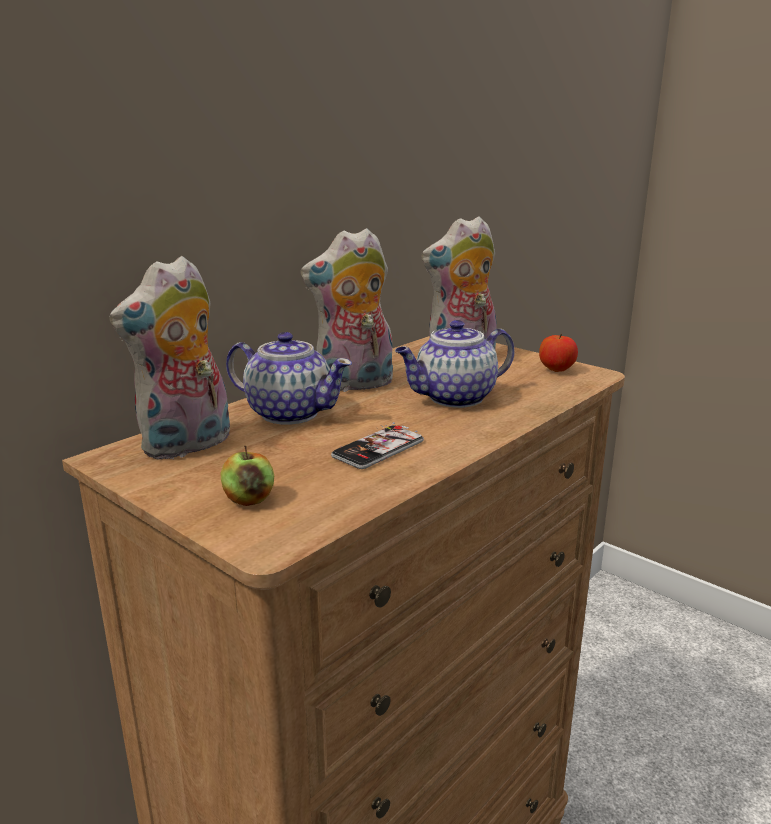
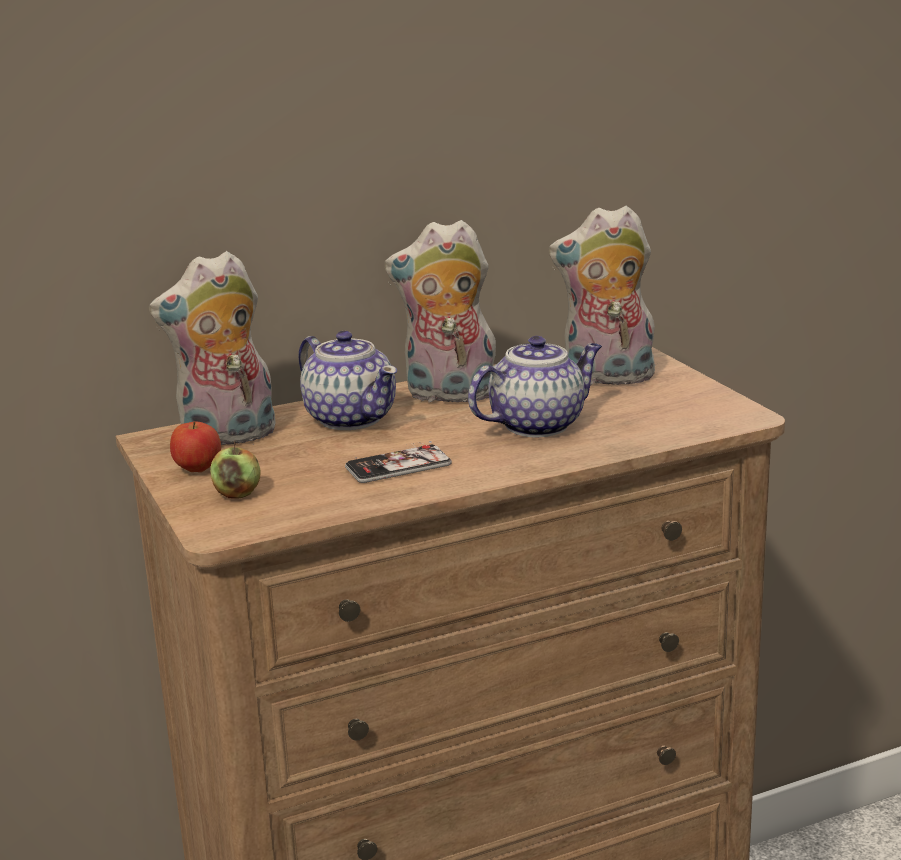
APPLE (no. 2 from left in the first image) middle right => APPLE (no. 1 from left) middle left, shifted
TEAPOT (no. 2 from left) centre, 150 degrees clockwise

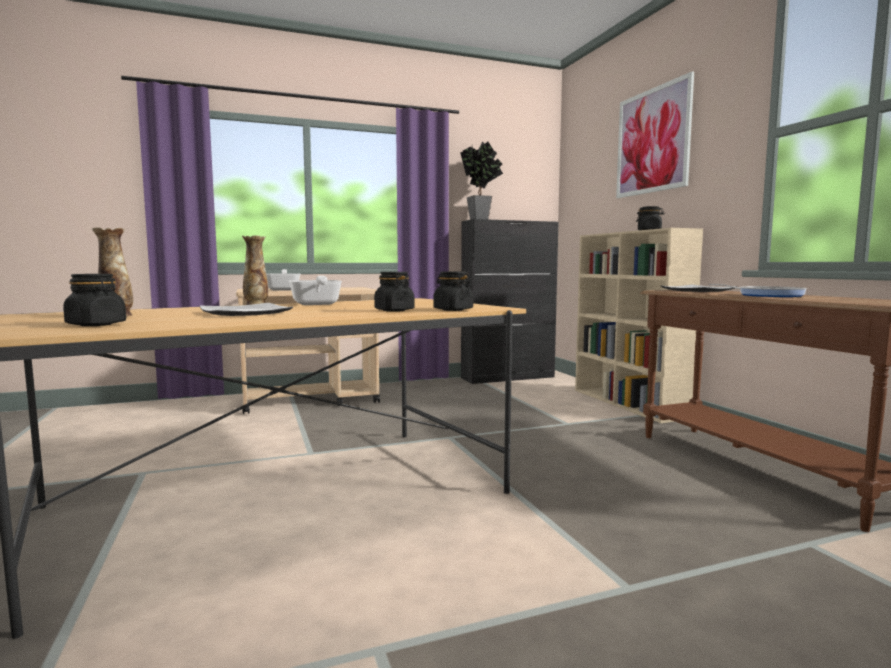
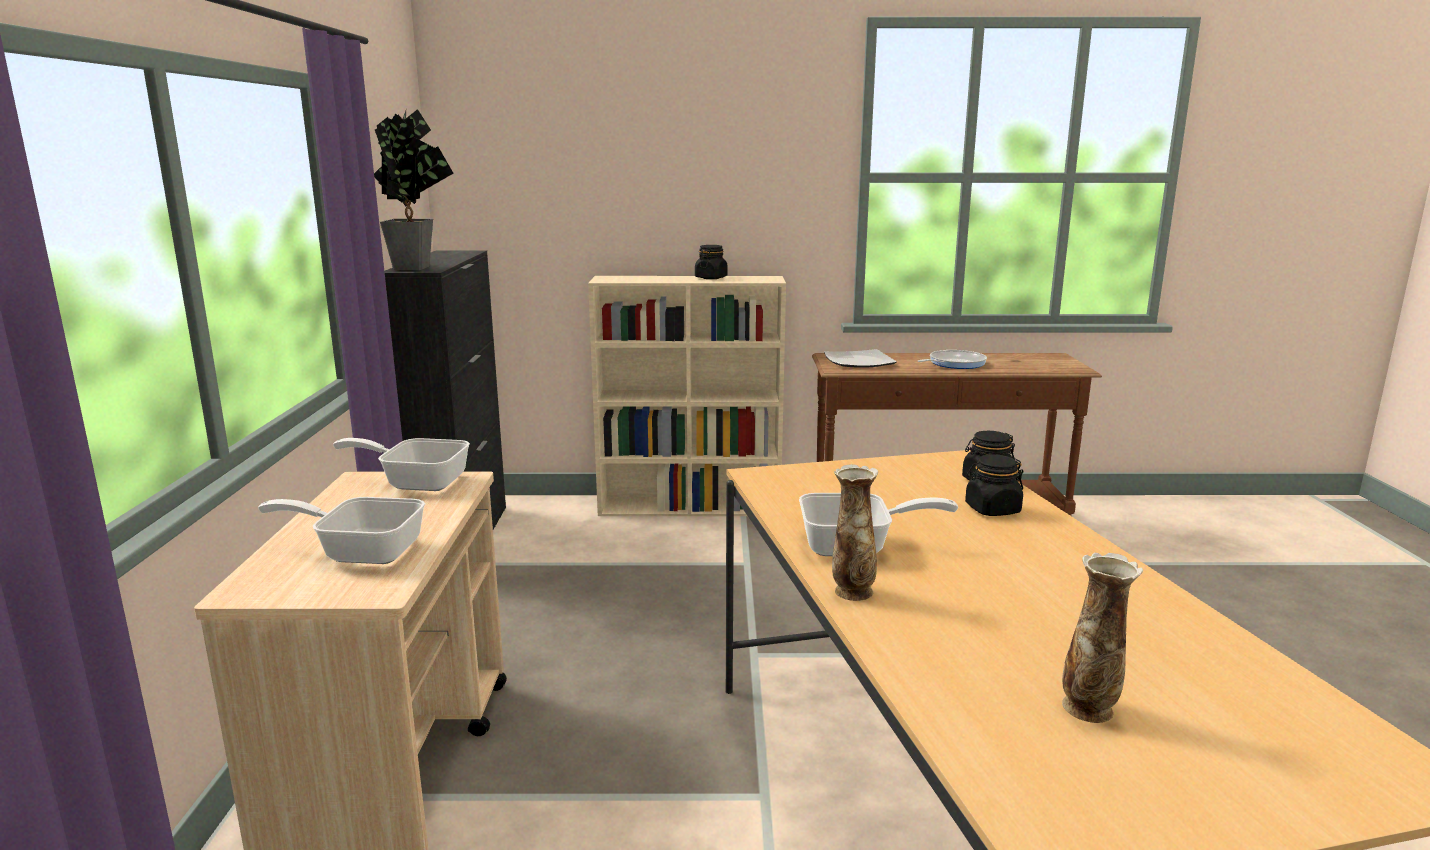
BLACK JAR (no. 1 from left) middle left => nothing
PLATE (no. 1 from left) middle left => nothing
PICTURE top right => nothing
nothing => FRYING PAN (no. 2 from left) middle left

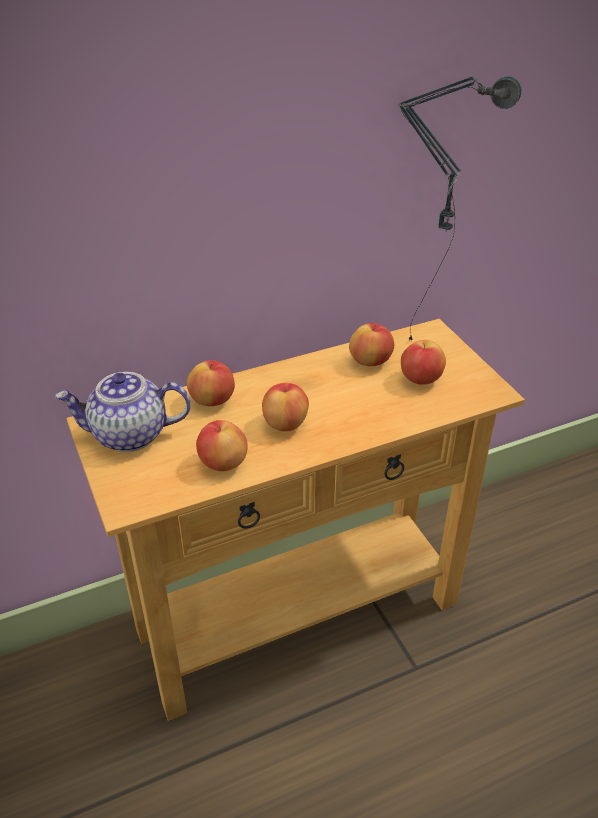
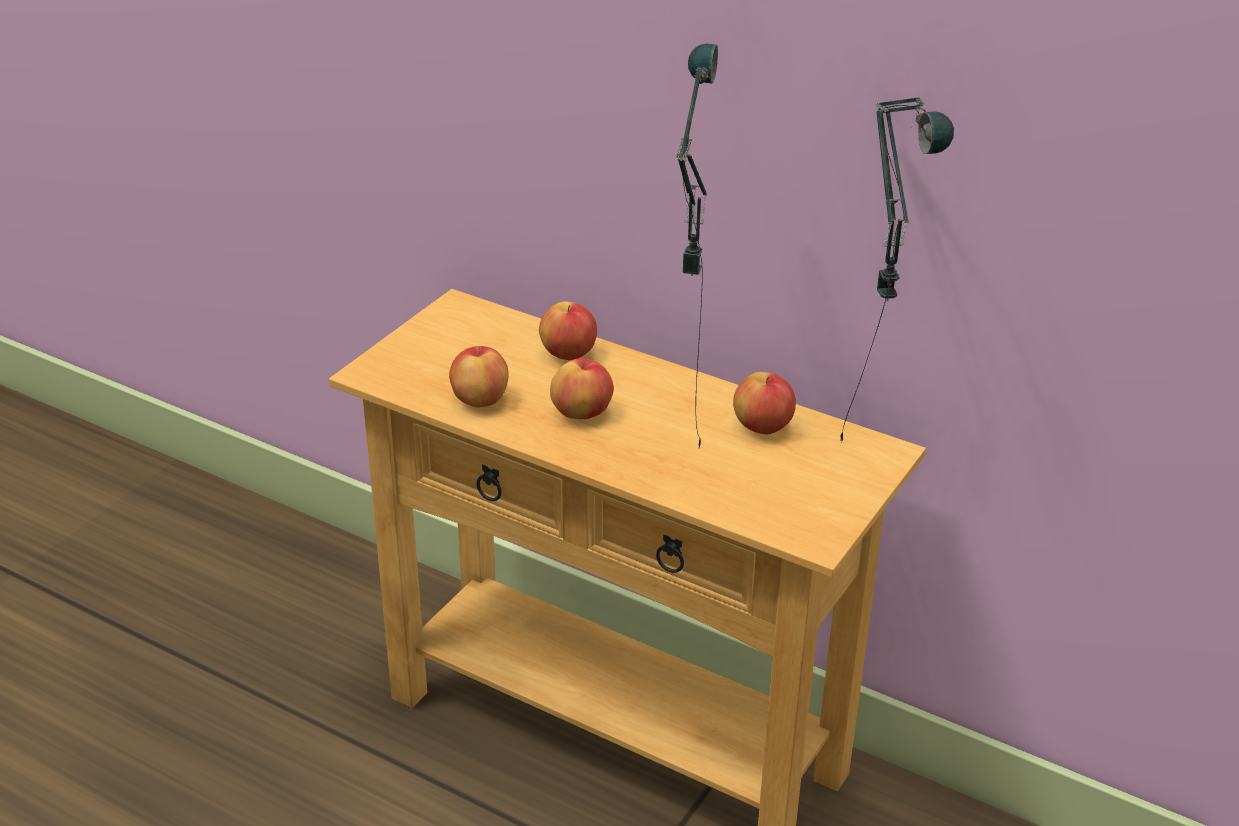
TEAPOT middle left => nothing
APPLE (no. 5 from left) middle right => nothing
nothing => TABLE LAMP (no. 1 from left) top centre

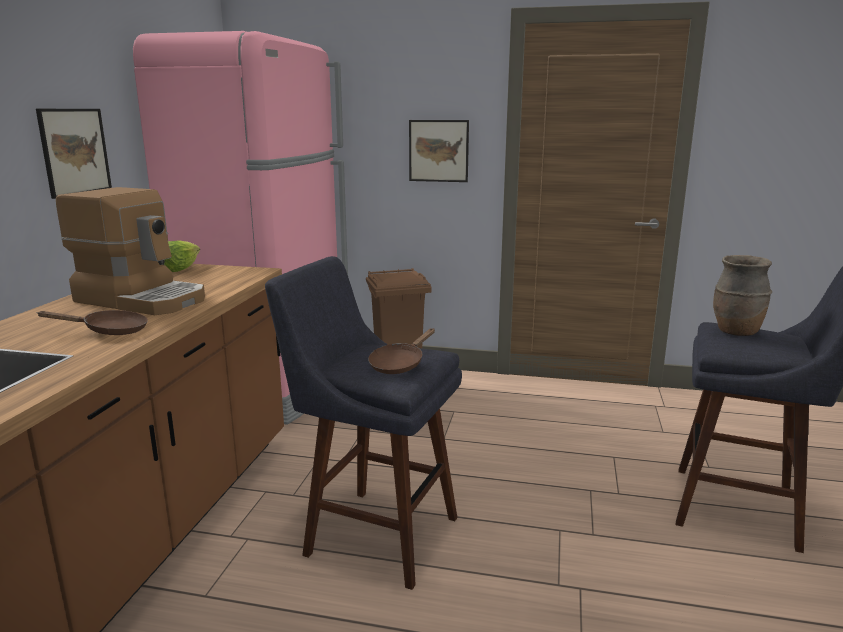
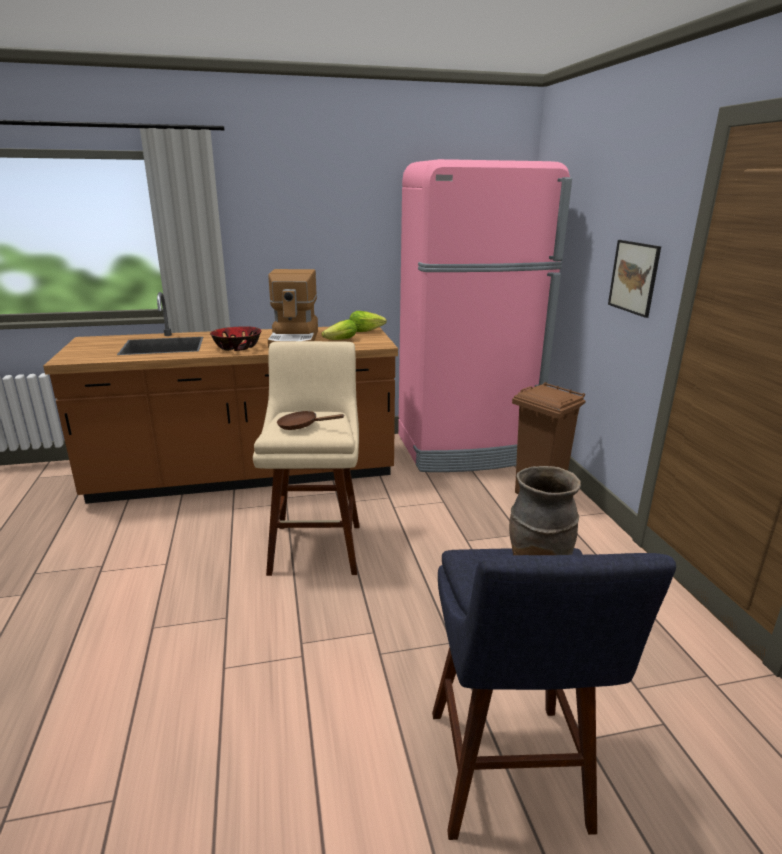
PICTURE (no. 1 from left) top left => nothing
nothing => LETTUCE (no. 1 from left) centre
BROWN FRYING PAN (no. 1 from left) middle left => BOWL middle left
BLUE STOOL (no. 1 from left) bottom centre => BEIGE STOOL centre

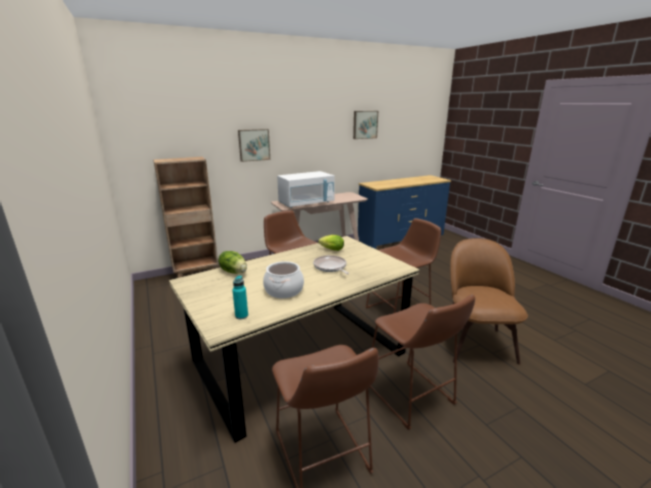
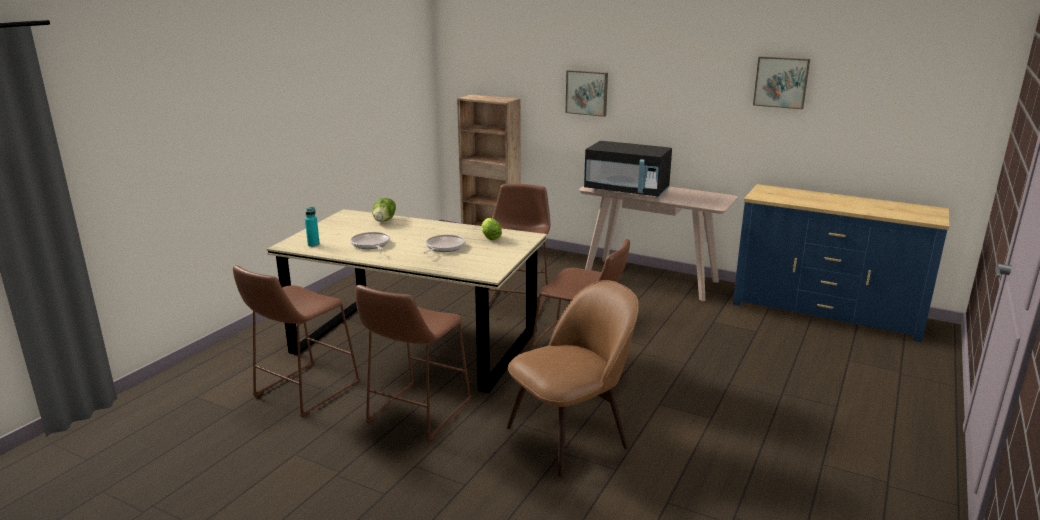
COOKING POT centre => FRYING PAN (no. 1 from left) centre
WHITE MICROWAVE centre => BLACK MICROWAVE top centre

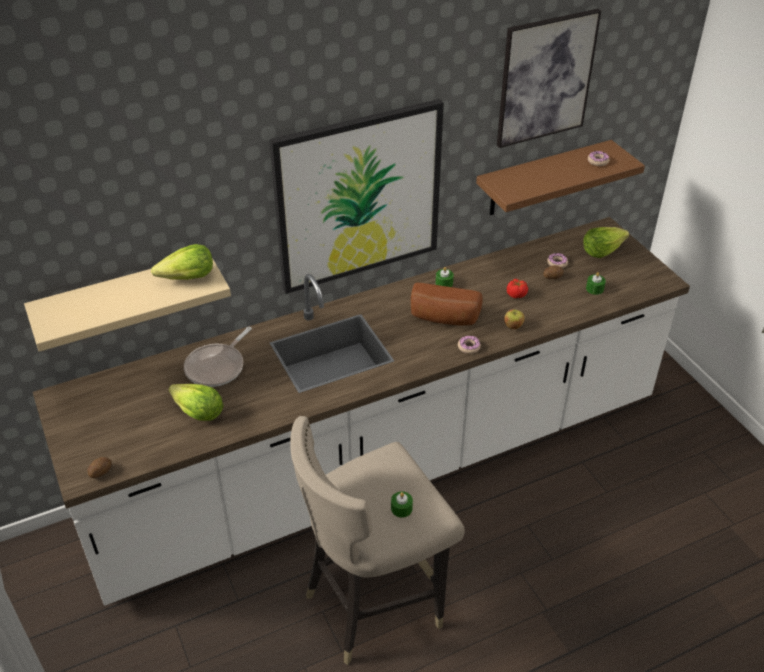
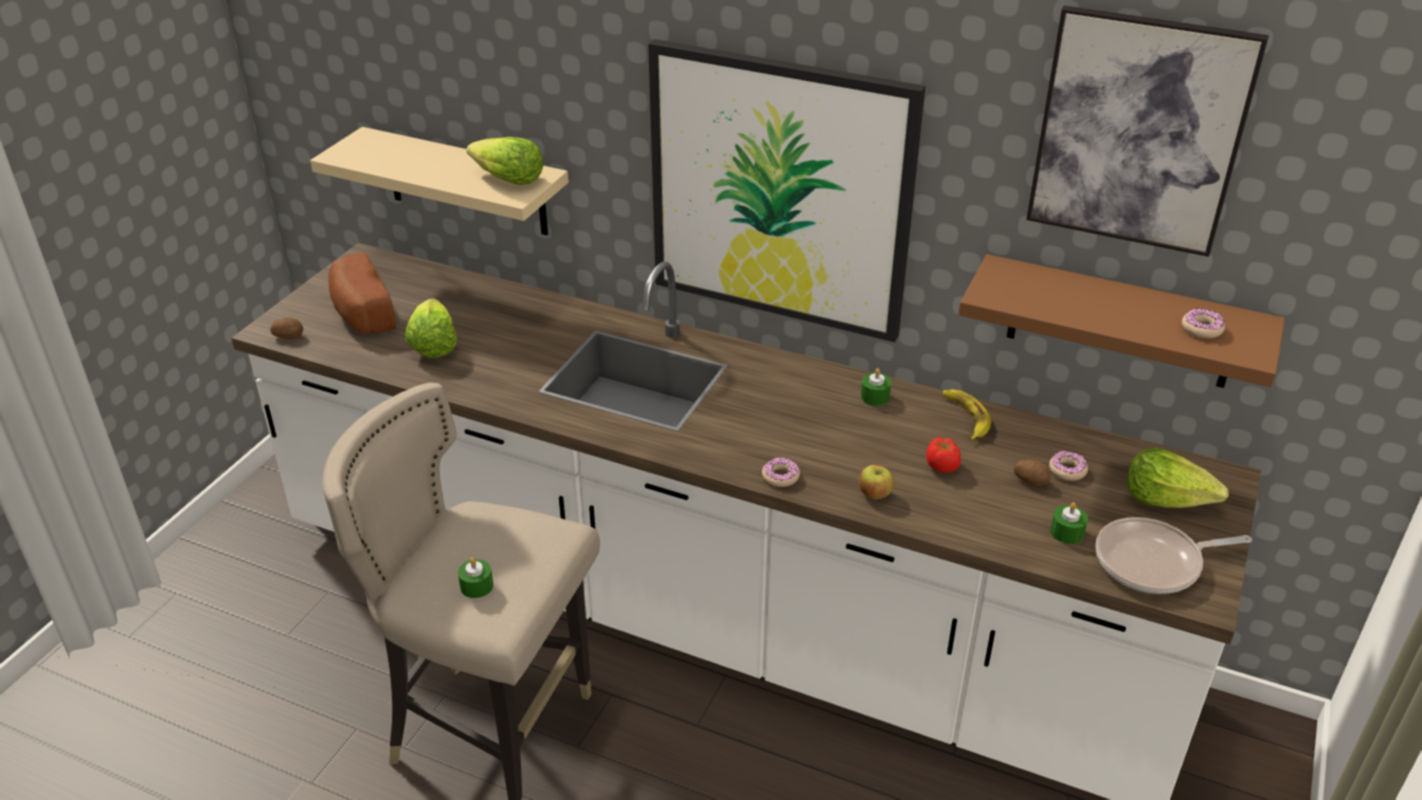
nothing => BANANA middle right
FRYING PAN middle left => FRYING PAN bottom right, shifted
BREAD centre => BREAD middle left, shifted

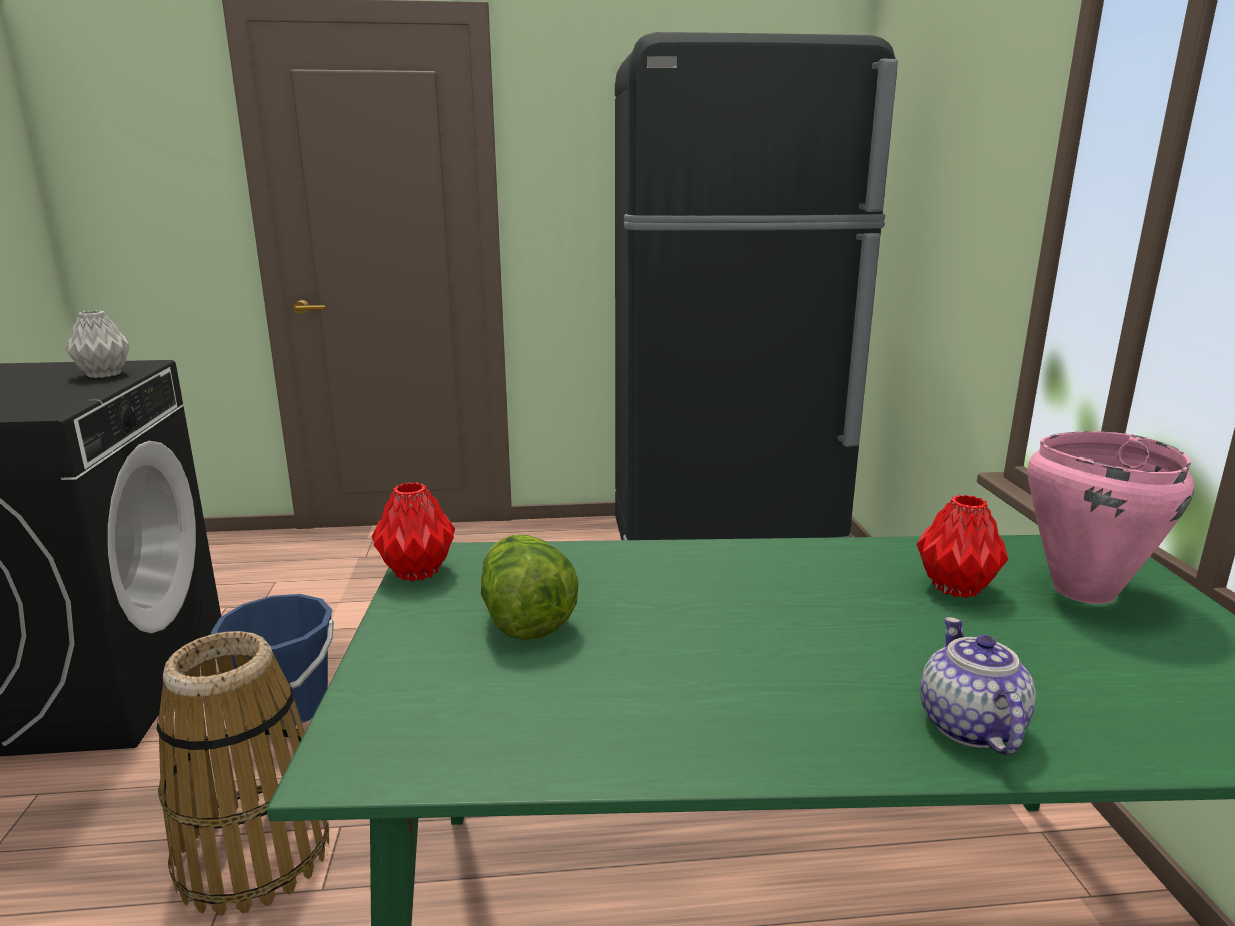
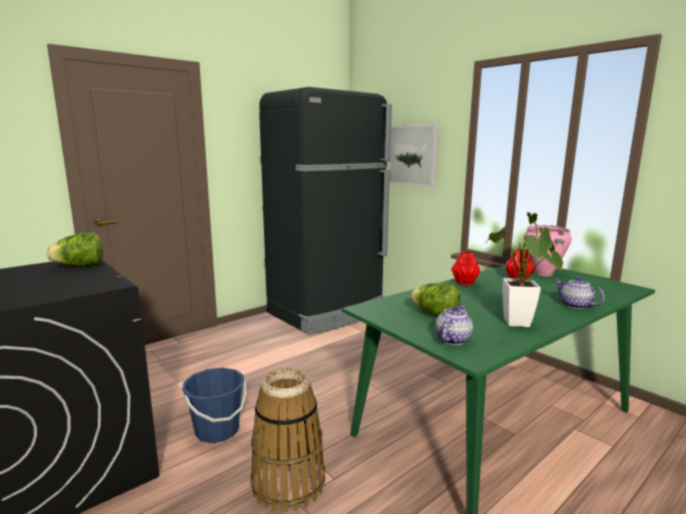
nothing => PICTURE top centre
nothing => TEAPOT (no. 1 from left) centre
nothing => POTTED PLANT middle right
RED VASE (no. 1 from left) centre => RED VASE (no. 1 from left) middle right, shifted
GREY VASE middle left => LETTUCE (no. 1 from left) middle left

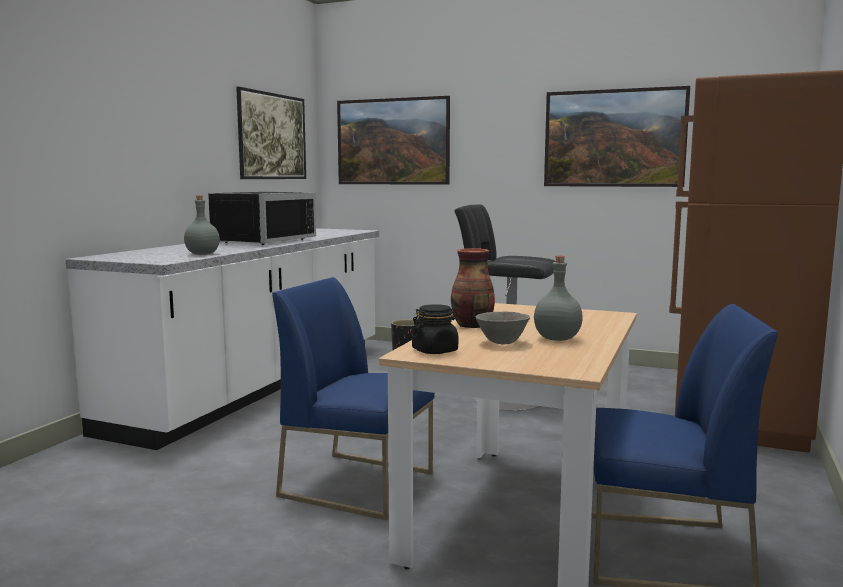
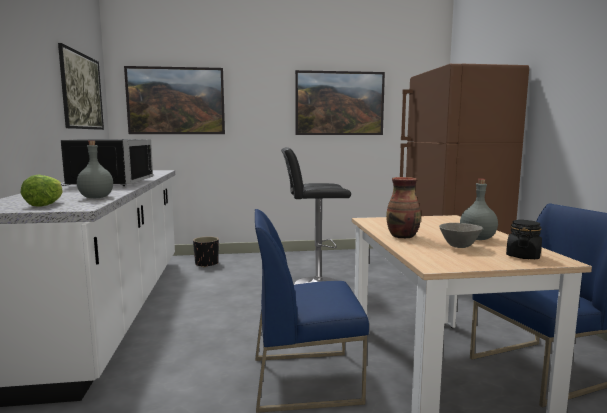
nothing => LETTUCE middle left
BLACK JAR centre => BLACK JAR middle right, shifted

